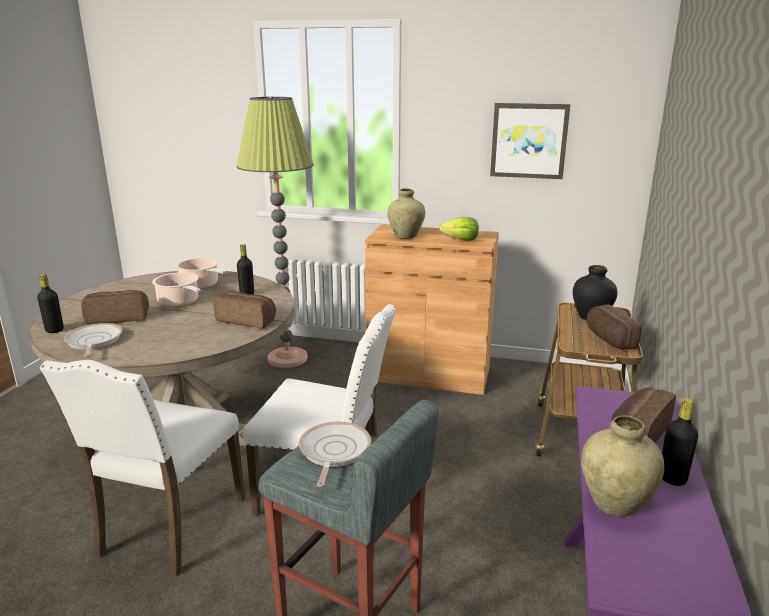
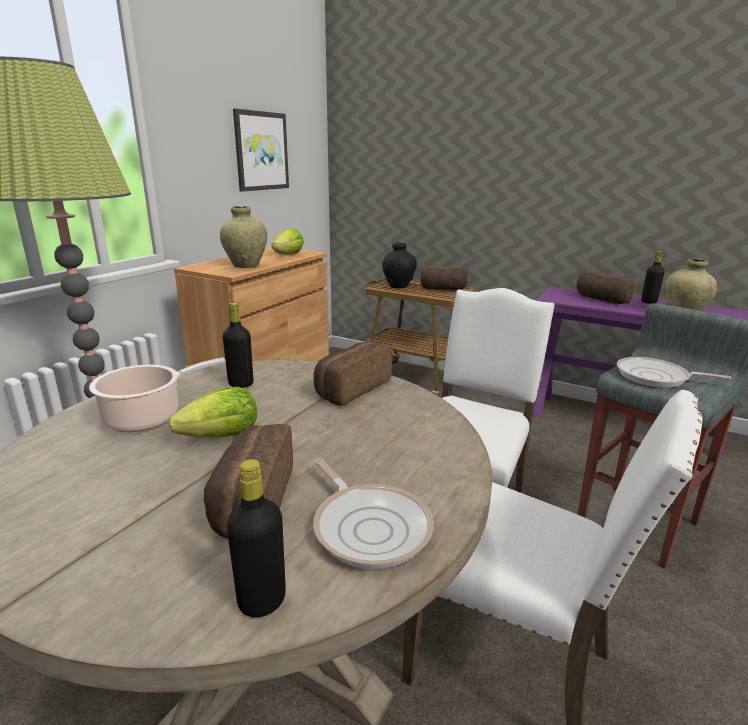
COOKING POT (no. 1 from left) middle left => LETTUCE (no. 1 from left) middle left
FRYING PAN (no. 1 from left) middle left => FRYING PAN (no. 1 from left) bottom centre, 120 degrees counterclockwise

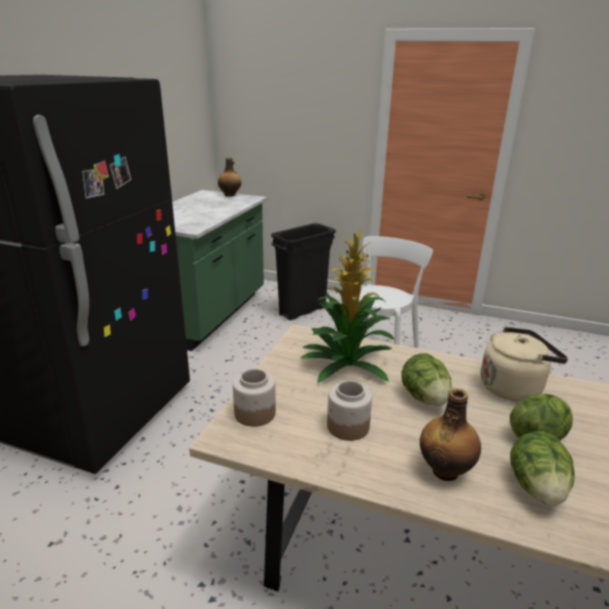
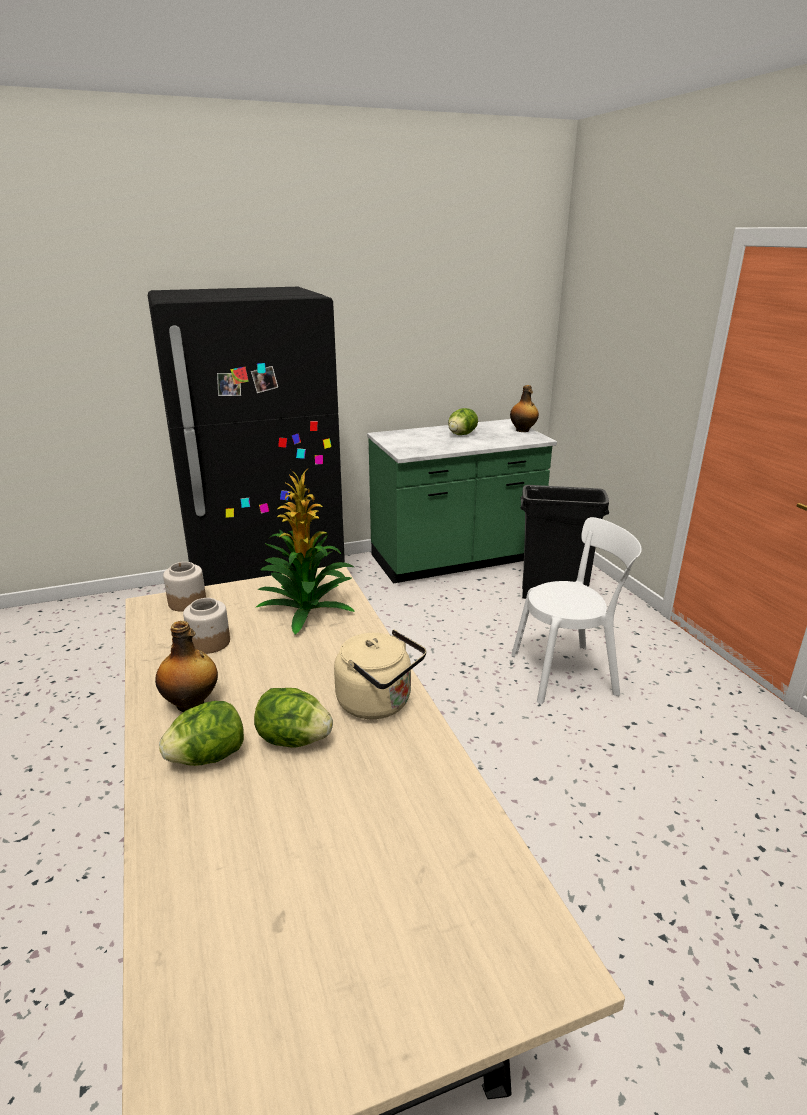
LETTUCE (no. 1 from left in the first image) middle right => LETTUCE (no. 3 from left) centre, shifted

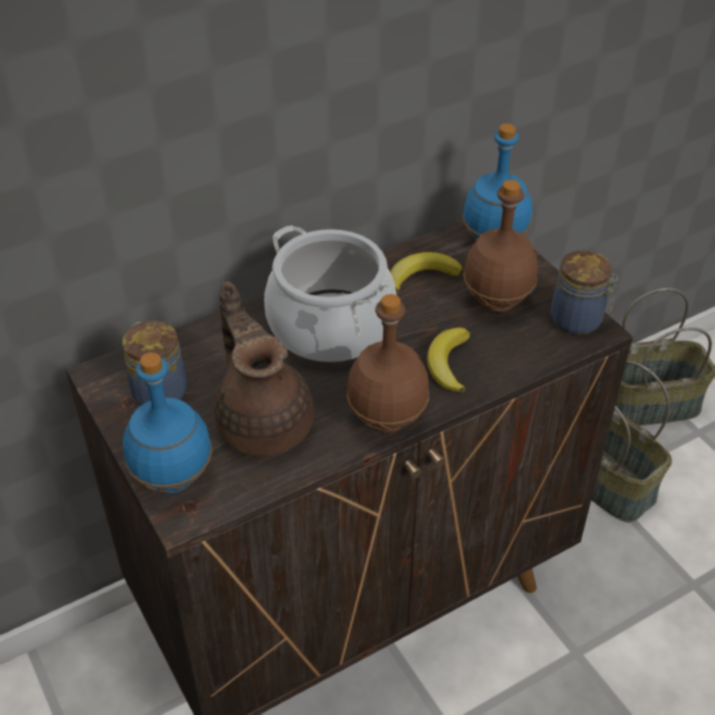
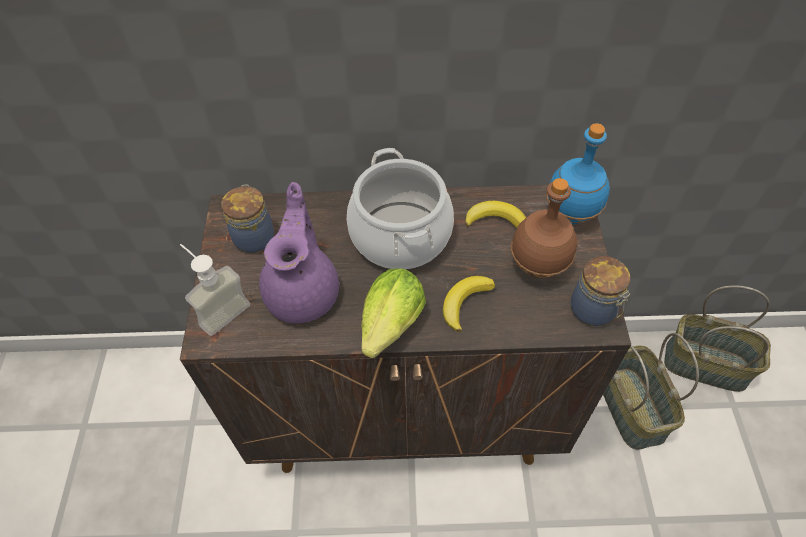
BLUE BOTTLE (no. 1 from left) middle left => SOAP DISPENSER middle left
BROWN BOTTLE (no. 1 from left) centre => LETTUCE centre
BROWN TEAPOT centre => PURPLE TEAPOT centre

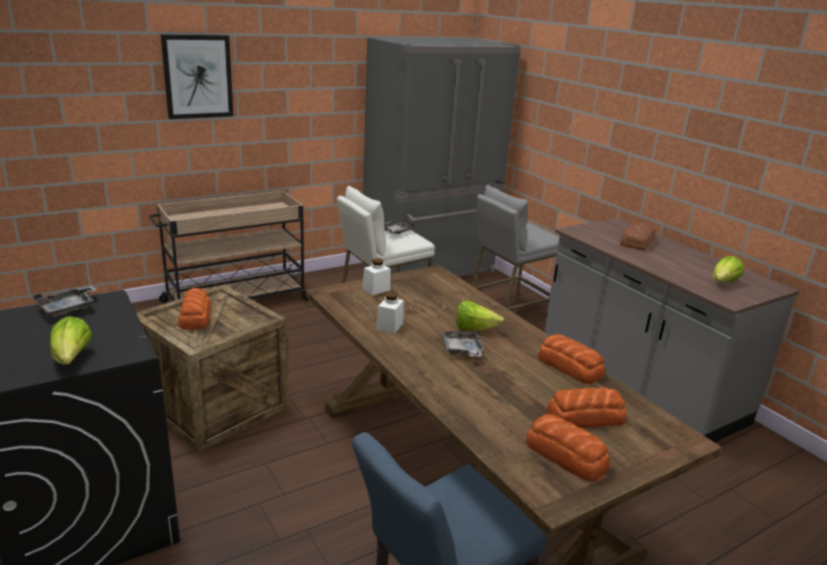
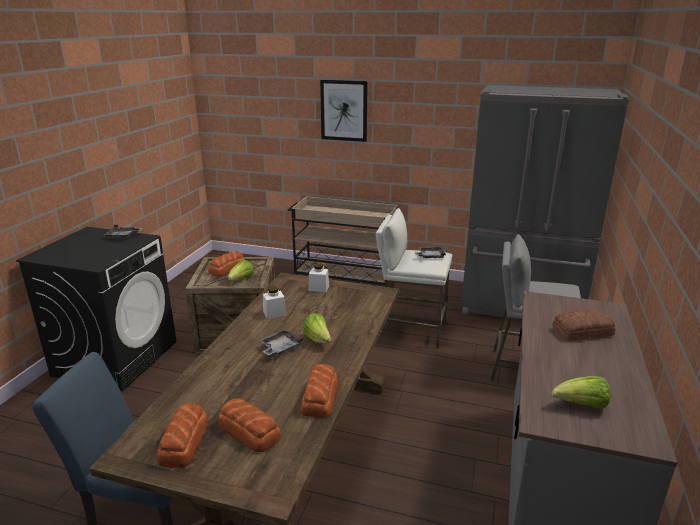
LETTUCE (no. 1 from left) middle left => LETTUCE (no. 1 from left) centre, shifted

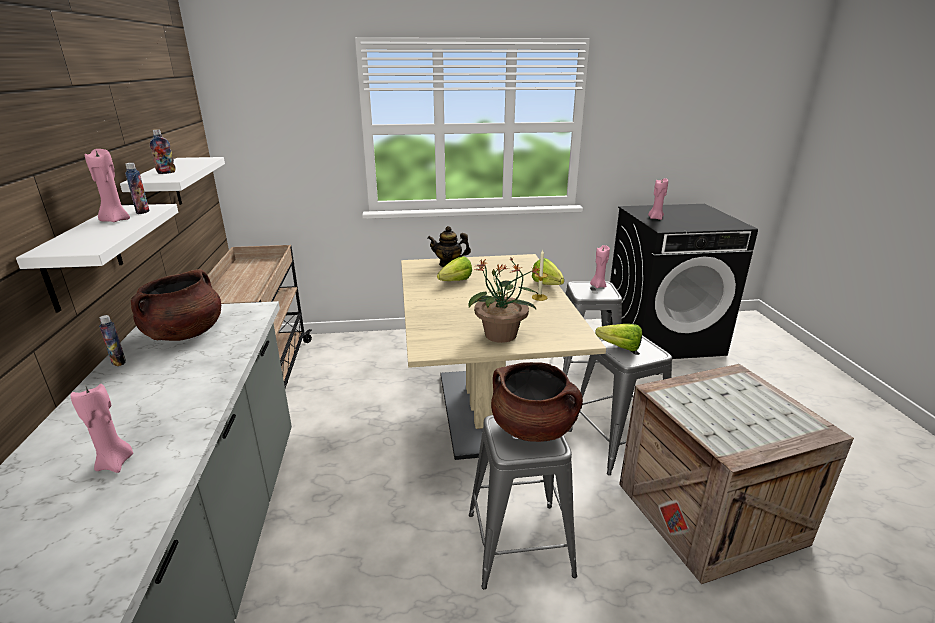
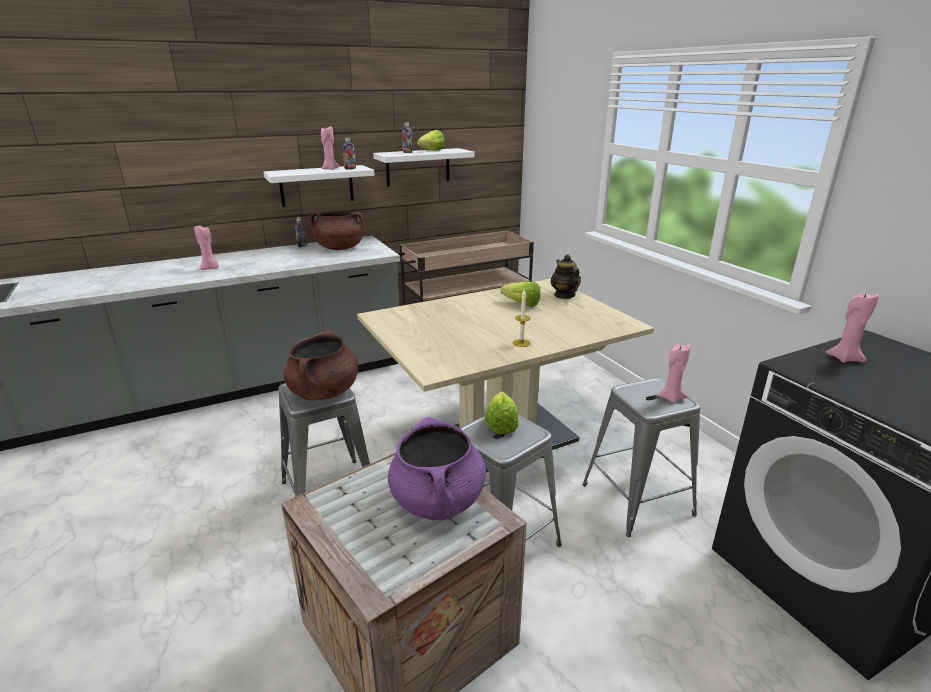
POTTED PLANT centre => nothing
nothing => PURPLE COOKING POT bottom centre
LETTUCE (no. 2 from left in the first image) centre => LETTUCE (no. 1 from left) top centre, shifted

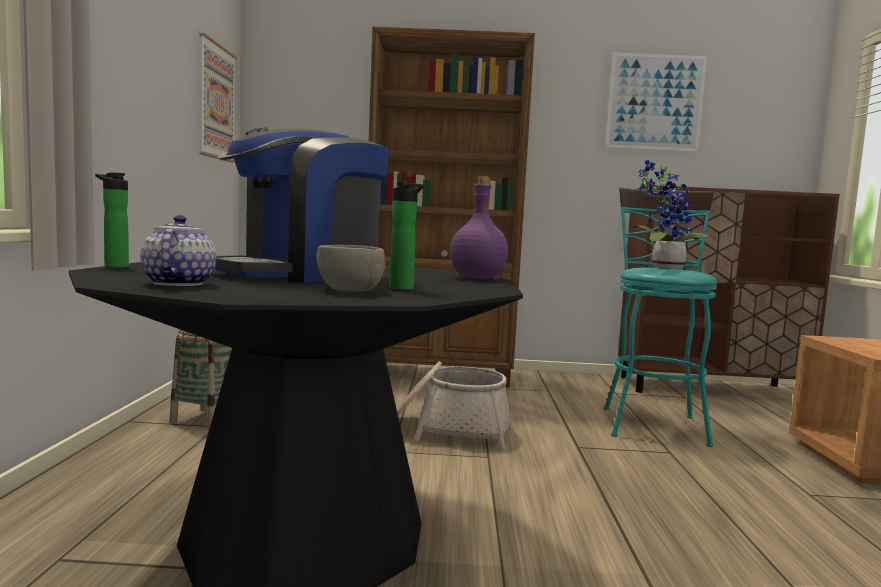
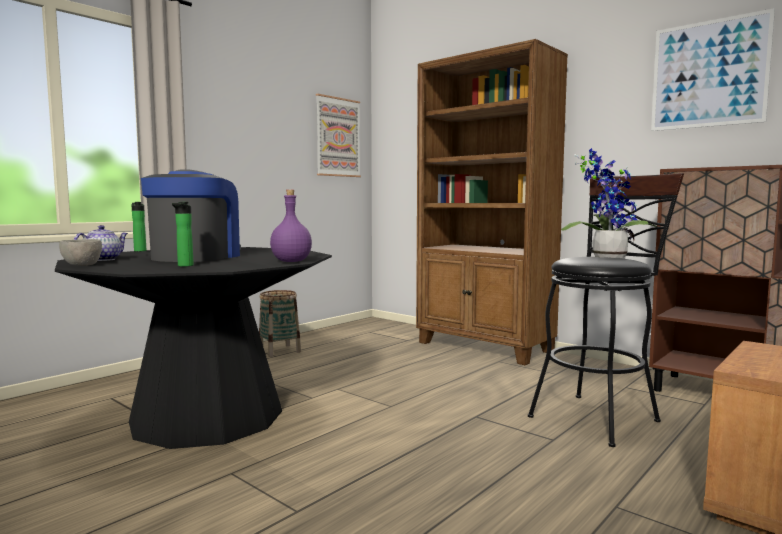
BASKET (no. 2 from left) bottom centre => nothing
GREY BOWL centre => GREY BOWL middle left, shifted
TURQUOISE STOOL middle right => BLACK STOOL middle right
COFFEE MACHINE centre => COFFEE MACHINE middle left, 105 degrees clockwise

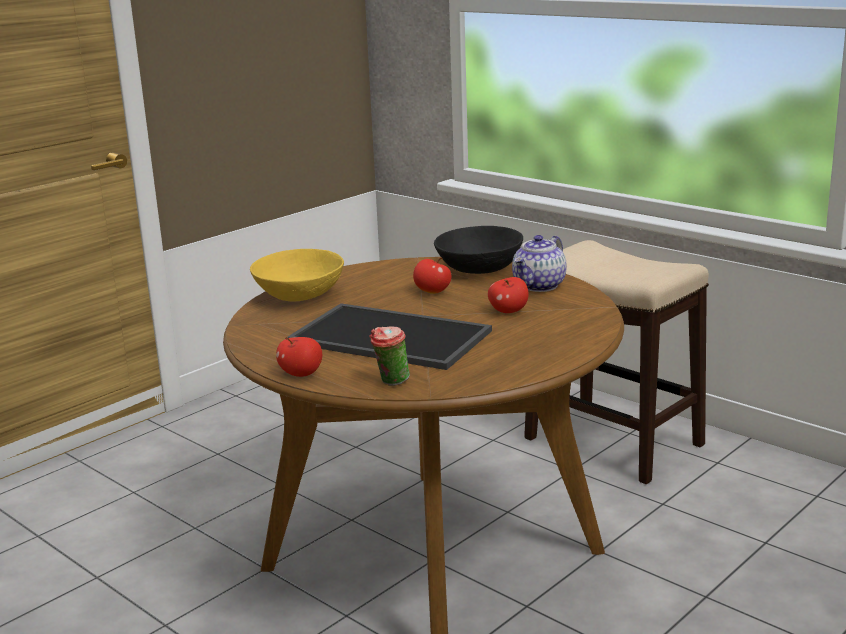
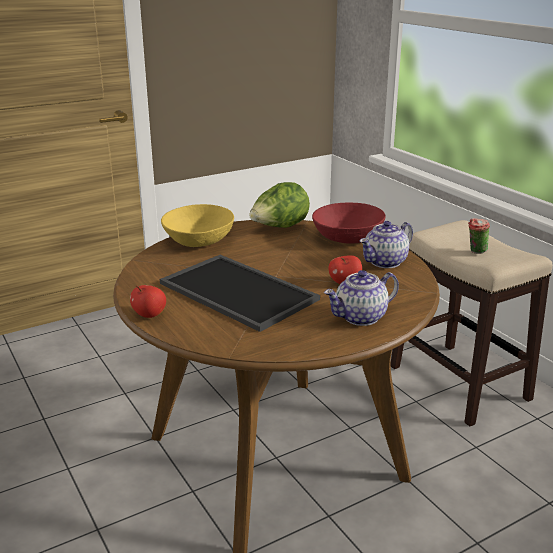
APPLE (no. 2 from left) centre => nothing
nothing => LETTUCE centre
nothing => TEAPOT (no. 1 from left) centre
CUP centre => CUP middle right, shifted
BLACK BOWL centre => RED BOWL centre

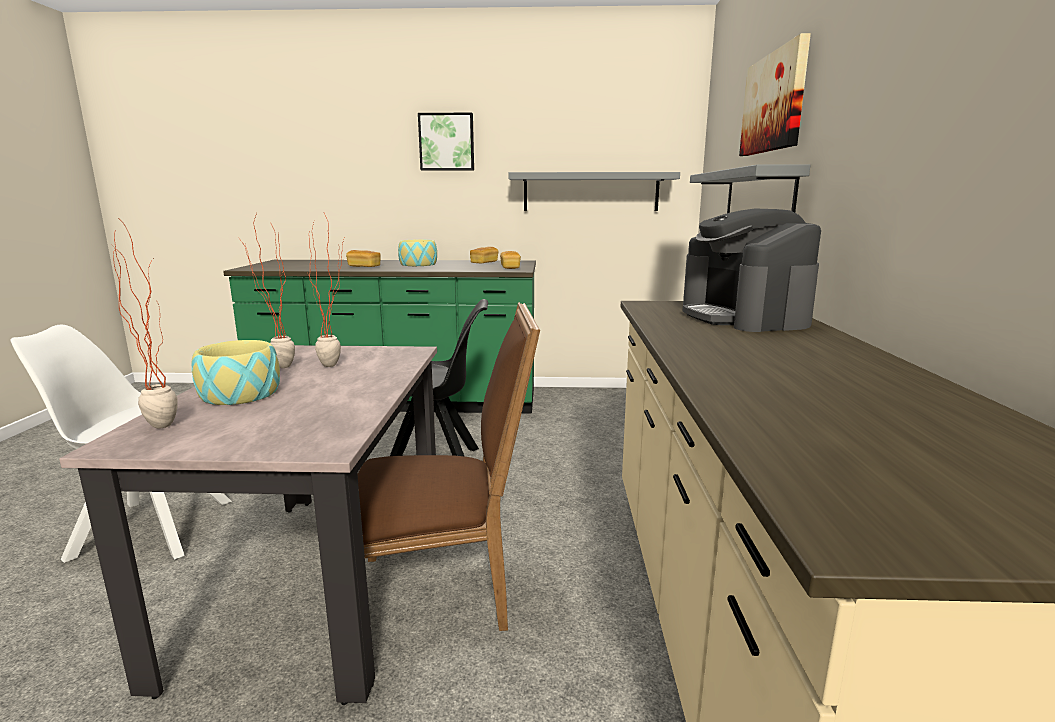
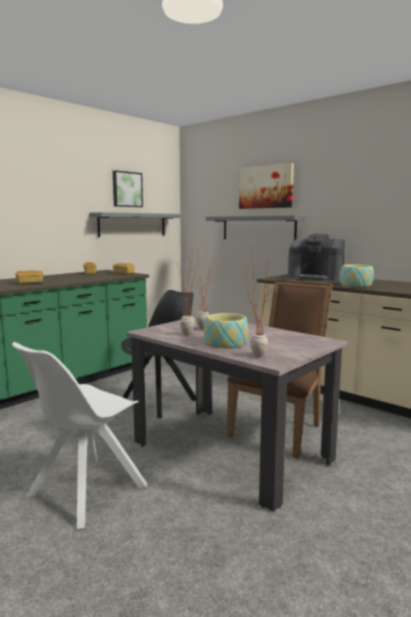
BOWL (no. 2 from left) centre => BOWL (no. 2 from left) middle right, shifted
PICTURE (no. 1 from left) top centre => PICTURE (no. 1 from left) top left, shifted

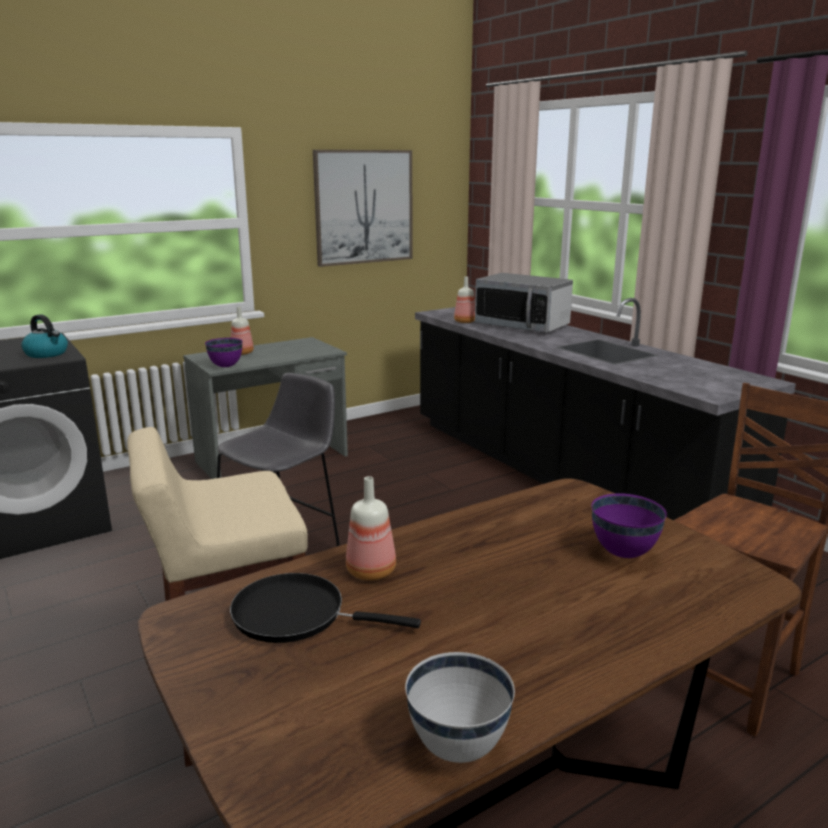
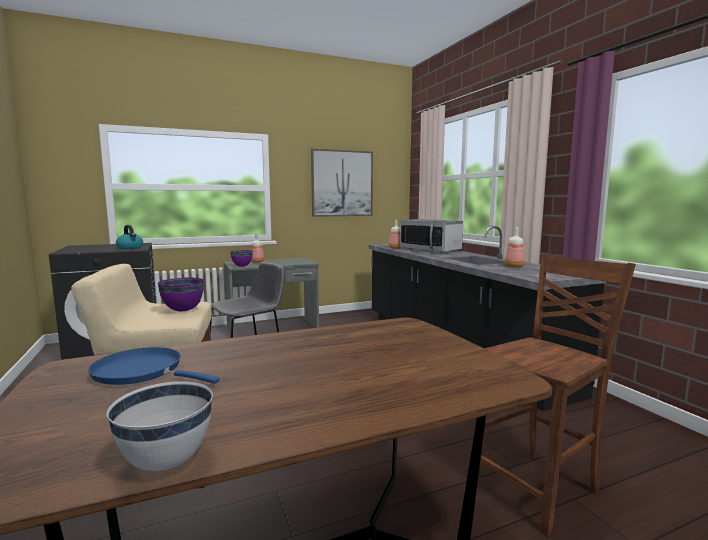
BOTTLE (no. 2 from left in the first image) centre => BOTTLE (no. 3 from left) middle right, shifted
PURPLE BOWL (no. 2 from left in the first image) middle right => PURPLE BOWL (no. 1 from left) middle left, shifted
BLACK FRYING PAN bottom centre => BLUE FRYING PAN bottom left

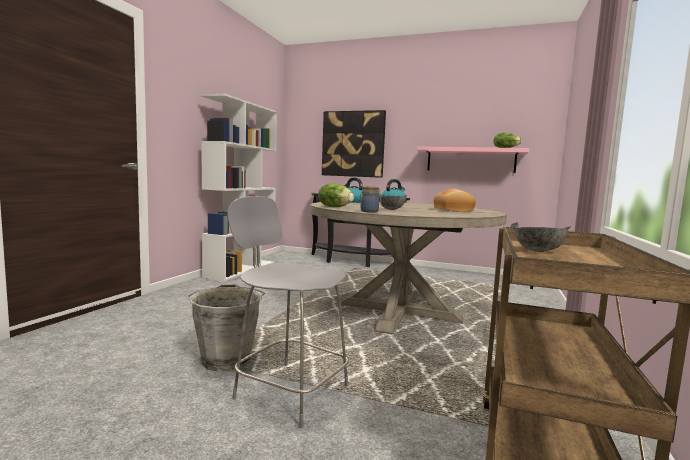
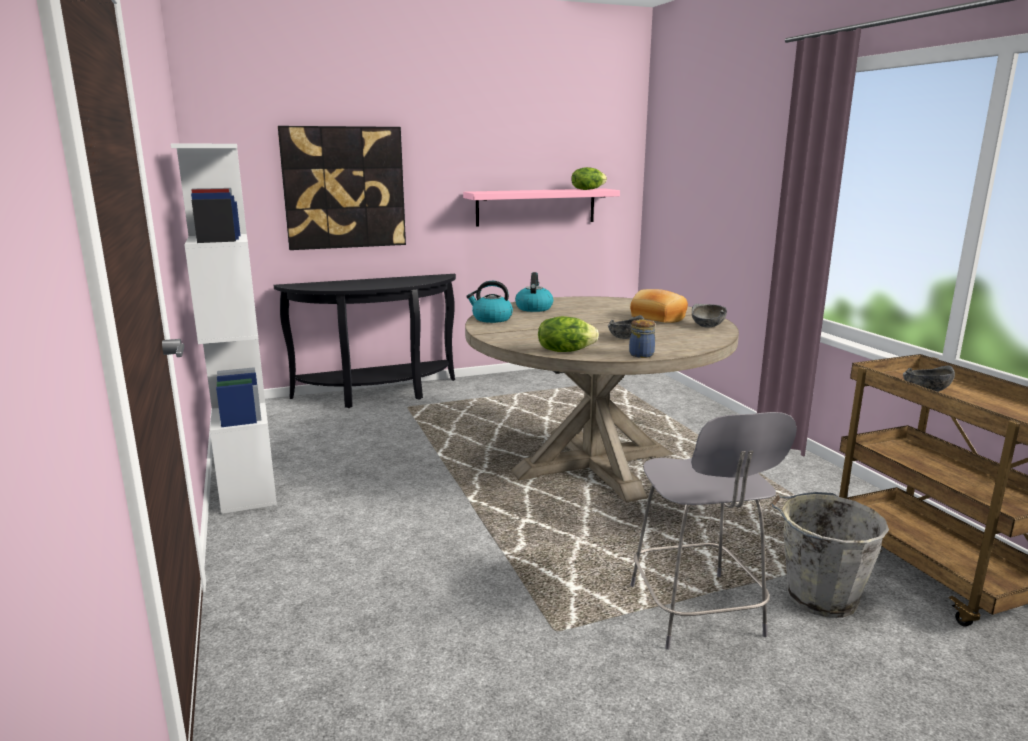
nothing => GREY BOWL (no. 2 from left) middle right
GREY BUCKET bottom left => GREY BUCKET bottom right, shifted
GREY CHAIR bottom centre => GREY CHAIR bottom right, 90 degrees counterclockwise

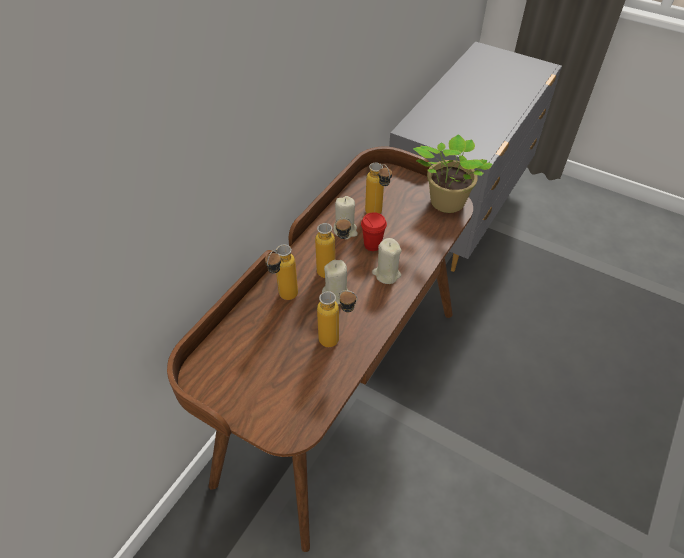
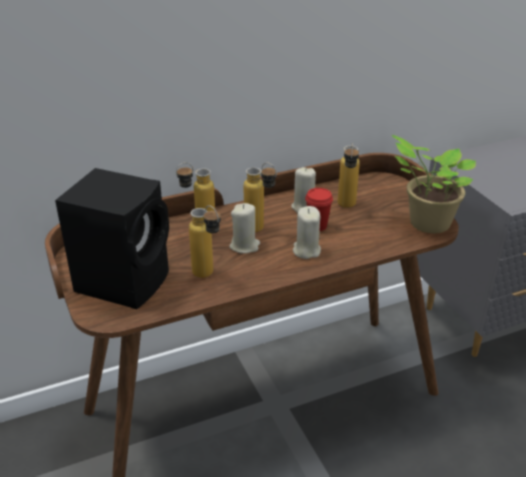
nothing => BLACK SPEAKER middle left

